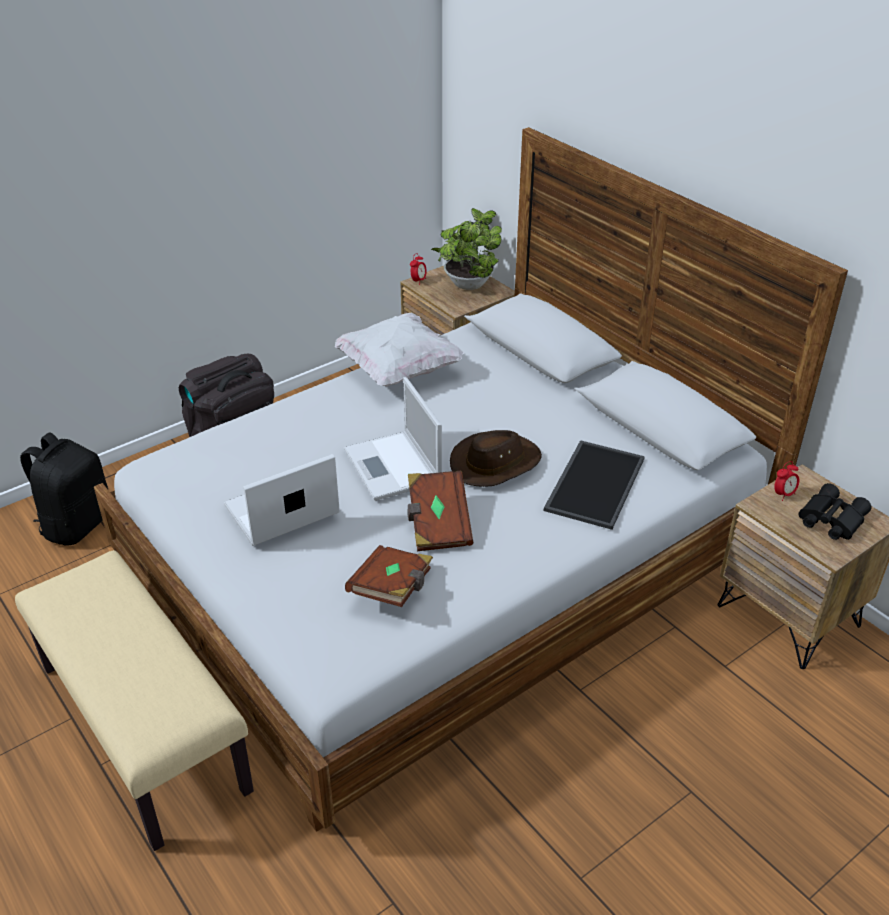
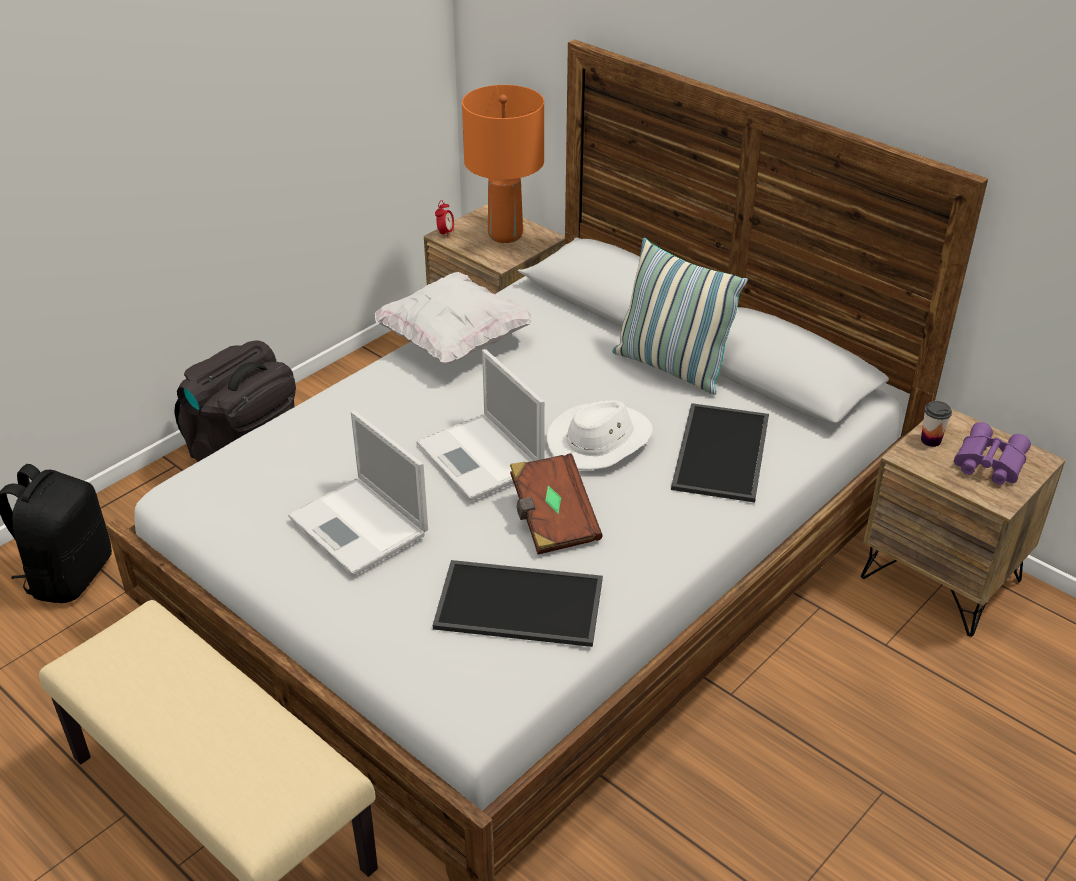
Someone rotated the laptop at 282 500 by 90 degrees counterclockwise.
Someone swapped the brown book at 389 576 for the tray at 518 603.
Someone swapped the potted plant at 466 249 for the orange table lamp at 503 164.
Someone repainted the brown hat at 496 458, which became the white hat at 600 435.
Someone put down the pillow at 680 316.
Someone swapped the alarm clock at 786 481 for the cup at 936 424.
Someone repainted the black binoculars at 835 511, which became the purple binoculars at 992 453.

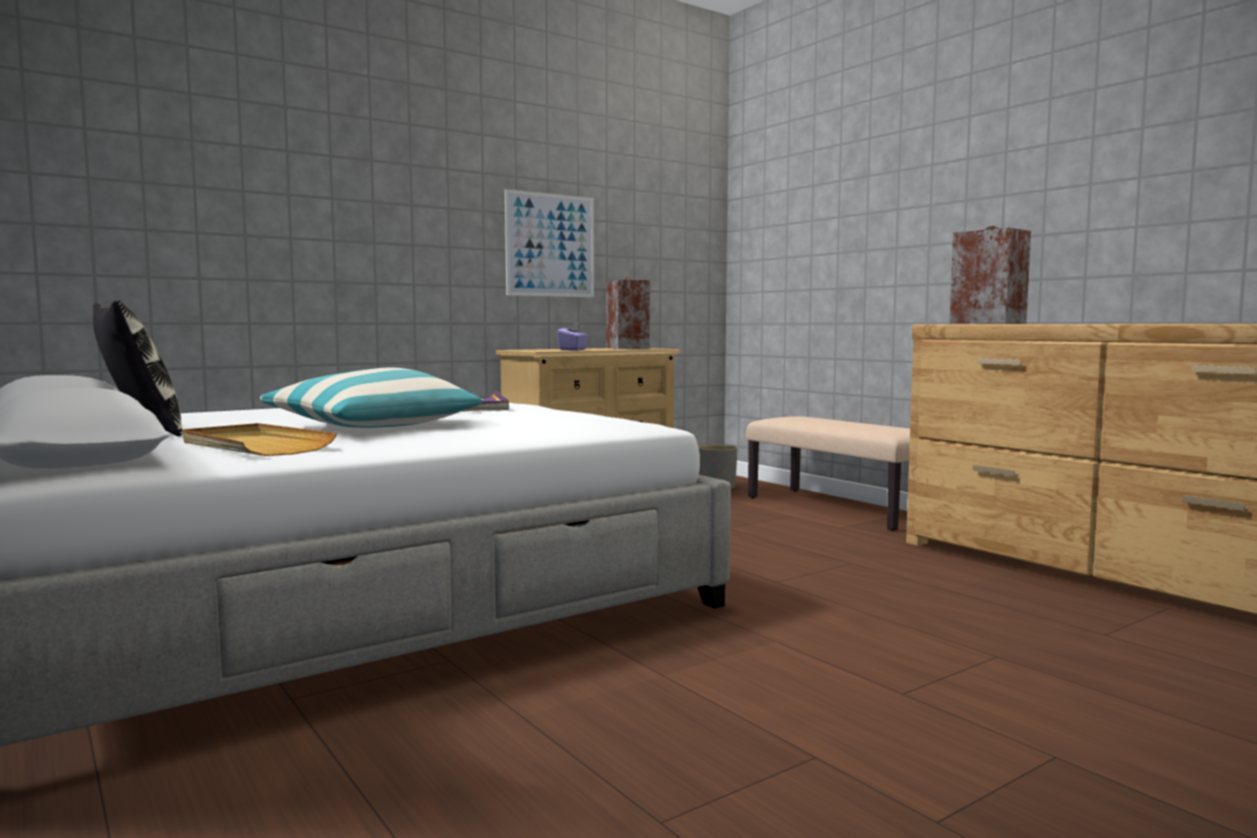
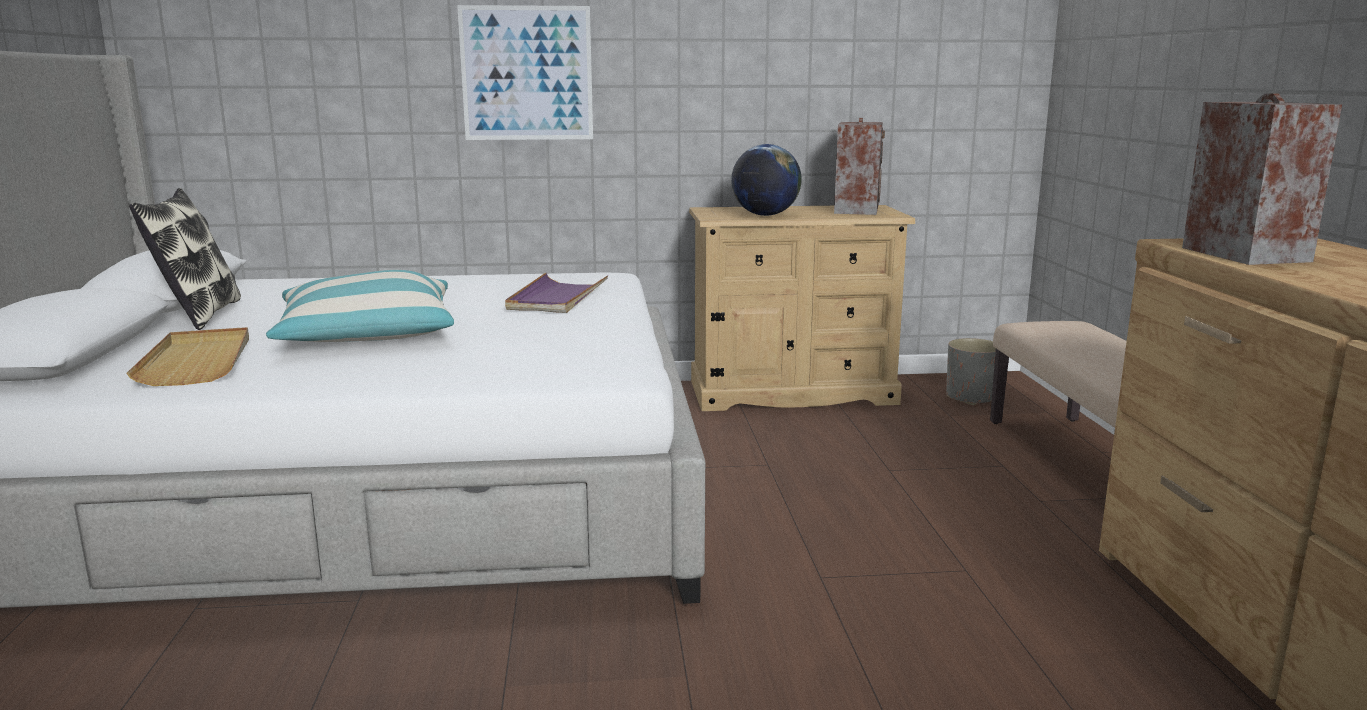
Someone carried the picture from 549 243 to 525 72.
Someone swapped the purple tissue box at 573 336 for the globe at 766 180.

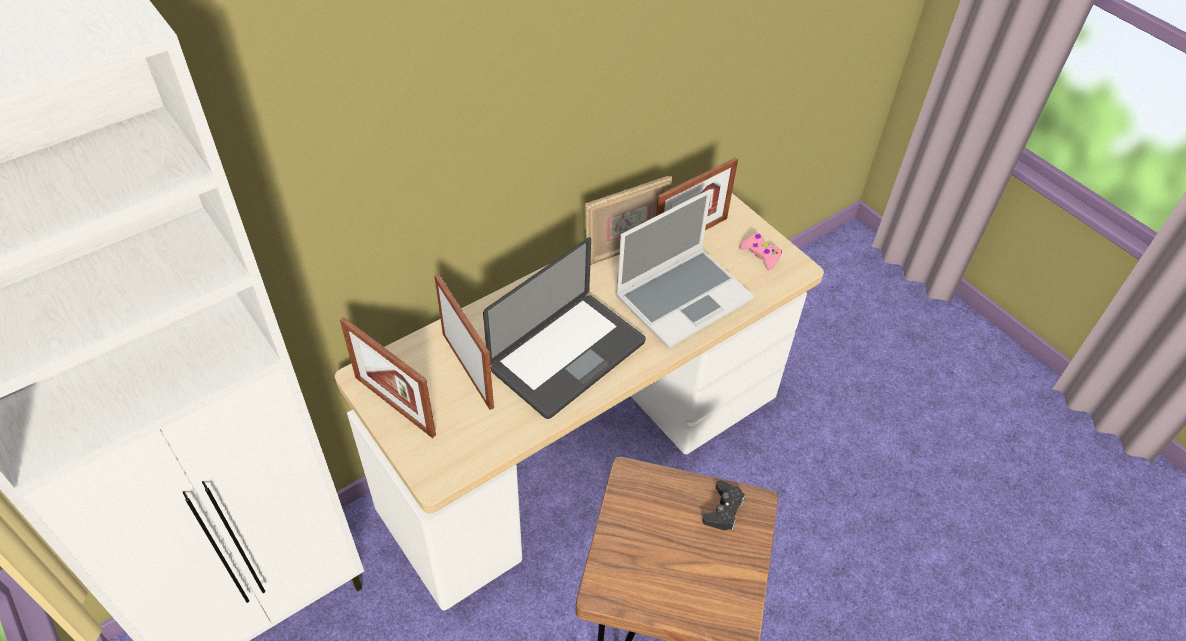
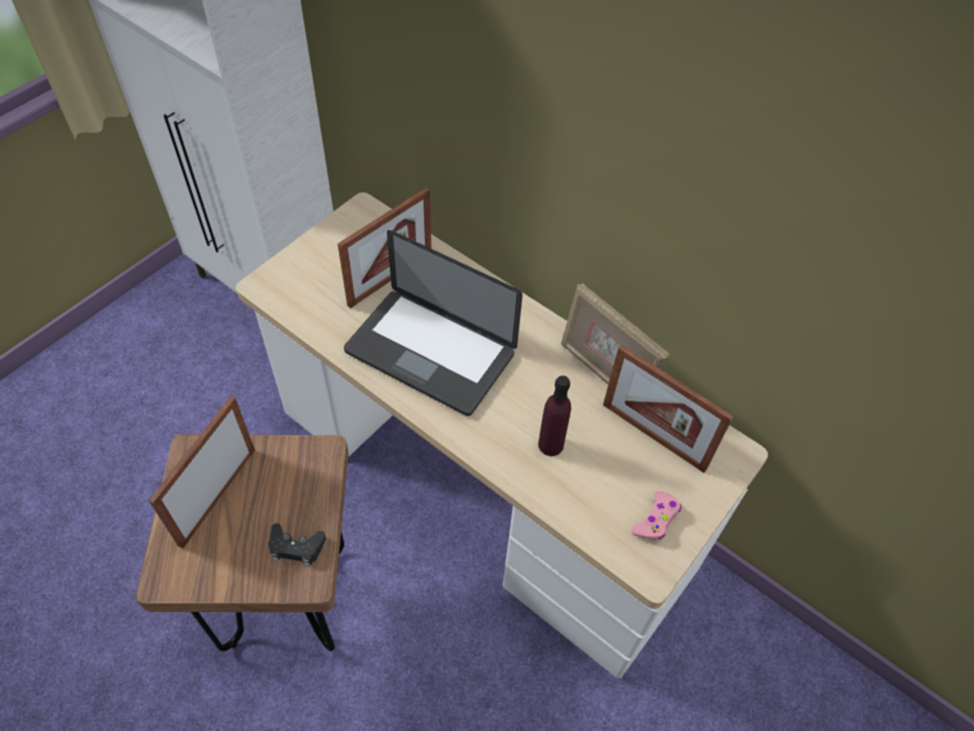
Someone carried the picture frame from 388 377 to 202 472.
Someone swapped the laptop at 685 269 for the purple bottle at 554 416.

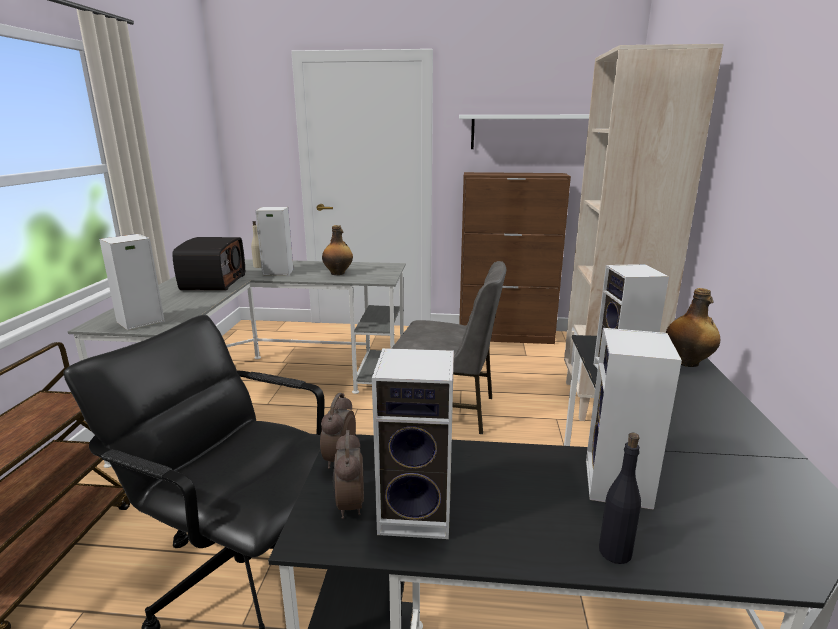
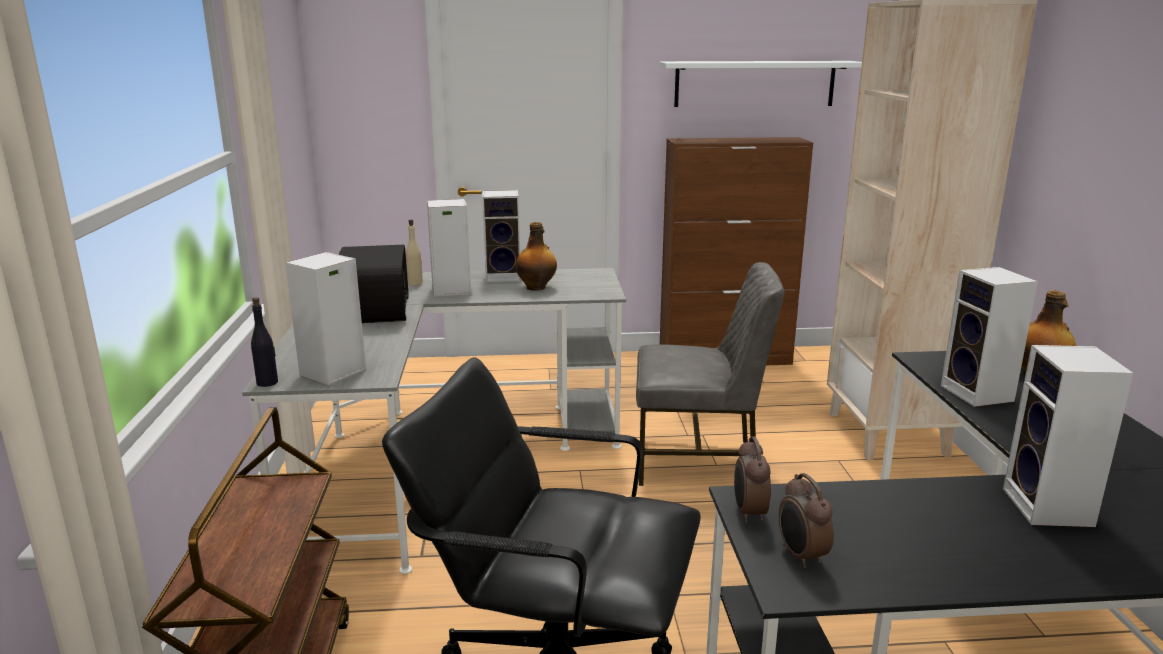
Someone carried the black bottle from 620 498 to 264 342.
Someone carried the speaker from 413 443 to 501 236.

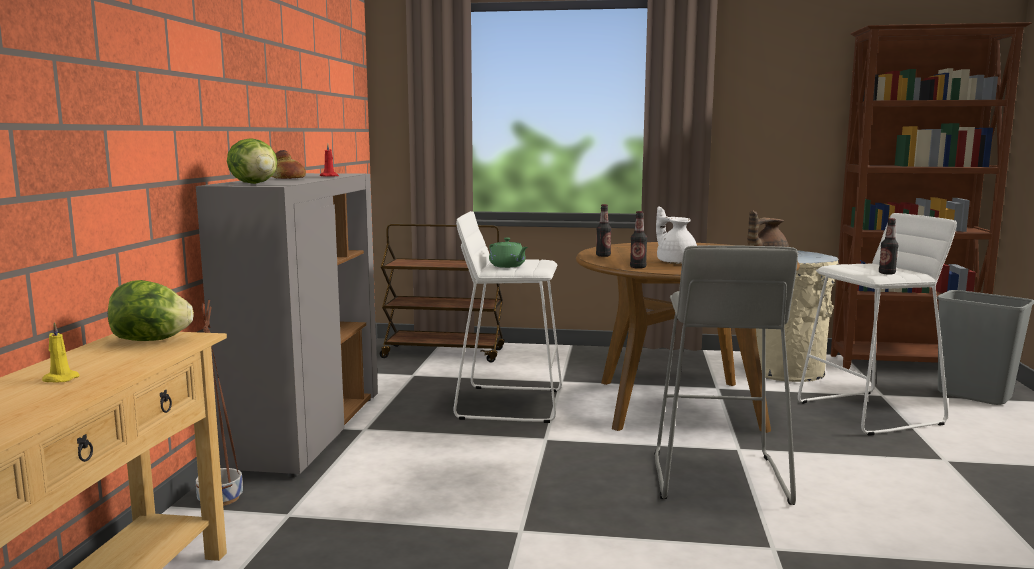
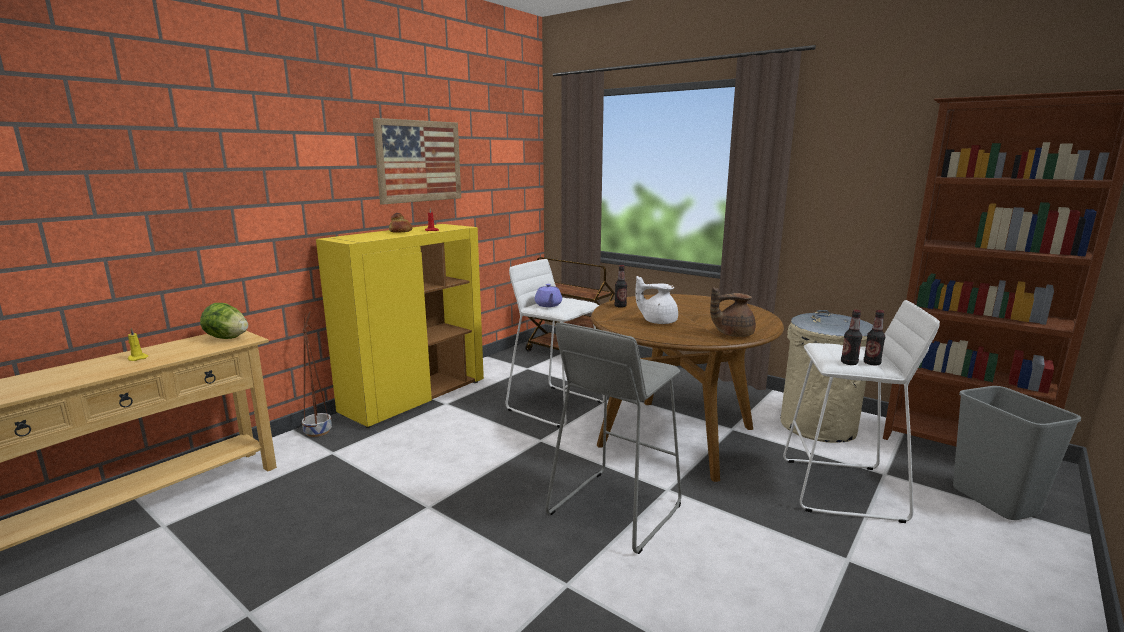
Someone repainted the grey cabinet at 287 325, which became the yellow cabinet at 400 326.
Someone put up the picture at 417 161.
Someone repainted the green teapot at 508 253, which became the purple teapot at 548 295.
Someone rotated the white teapot at 676 235 by 75 degrees counterclockwise.
Someone carried the bottle from 638 240 to 874 337.
Someone took away the lettuce at 252 161.

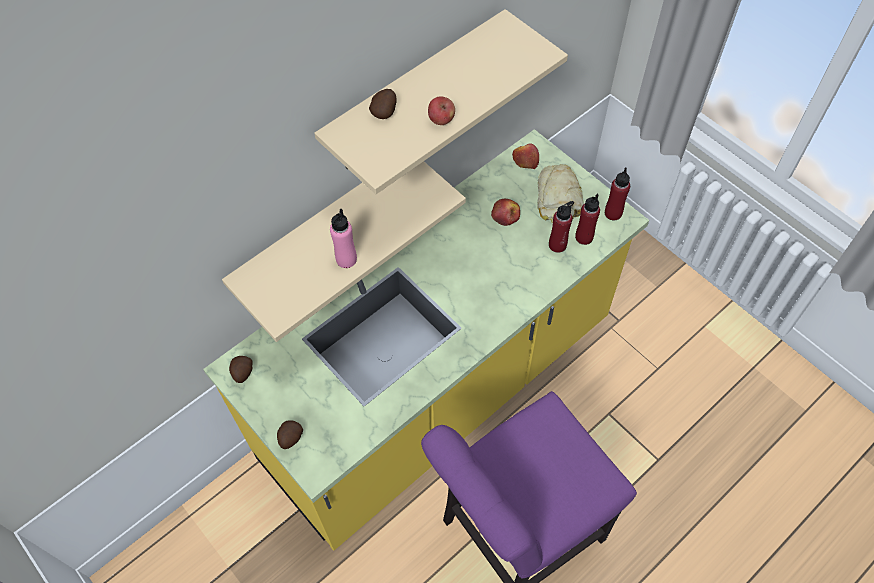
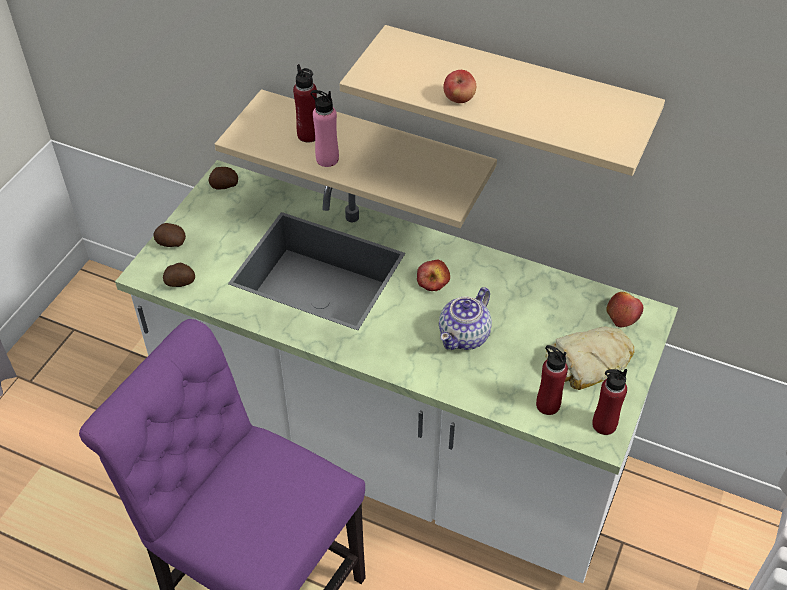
Someone repainted the yellow counter at 426 340, which became the white counter at 396 371.
Someone carried the potato from 383 104 to 179 275.
Someone carried the red bottle from 561 227 to 305 103.
Someone carried the apple from 505 212 to 433 275.
Someone put down the teapot at 465 318.

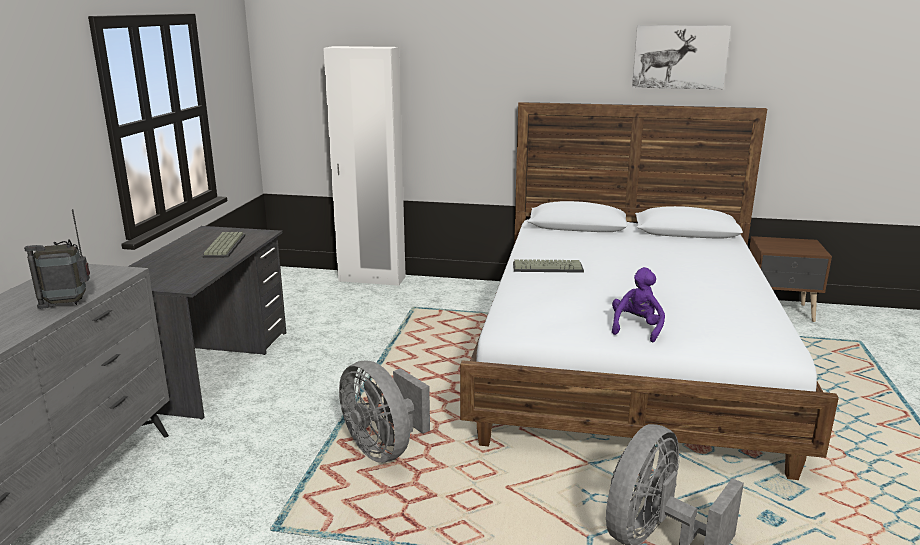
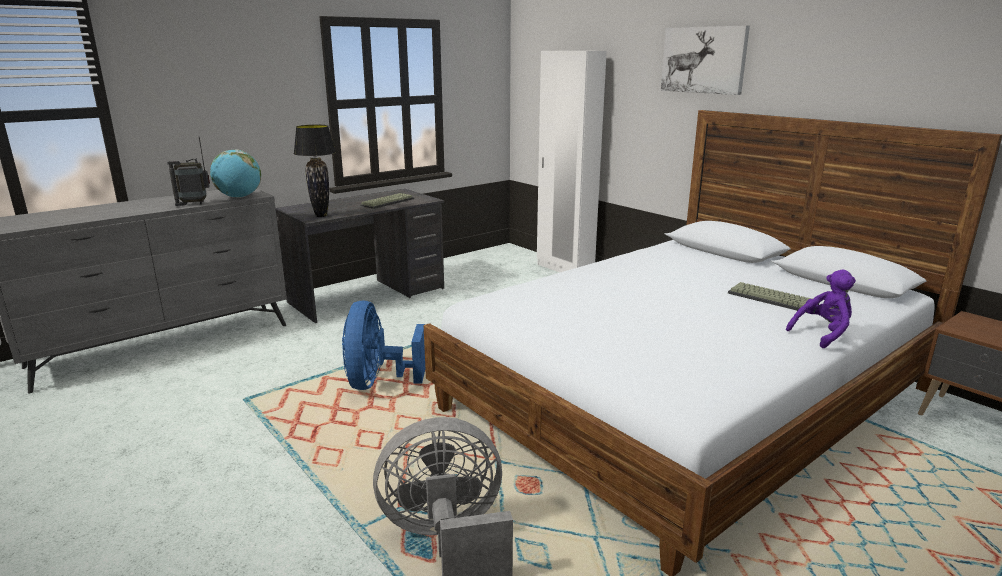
Someone rotated the radio at 57 259 by 45 degrees counterclockwise.
Someone put down the globe at 235 173.
Someone put down the black table lamp at 315 171.
Someone repainted the grey fan at 384 411, which became the blue fan at 383 345.
Someone carried the picture from 681 57 to 705 60.
Someone carried the keyboard from 548 266 to 773 297.
Someone carried the purple plush toy from 638 304 to 821 309.

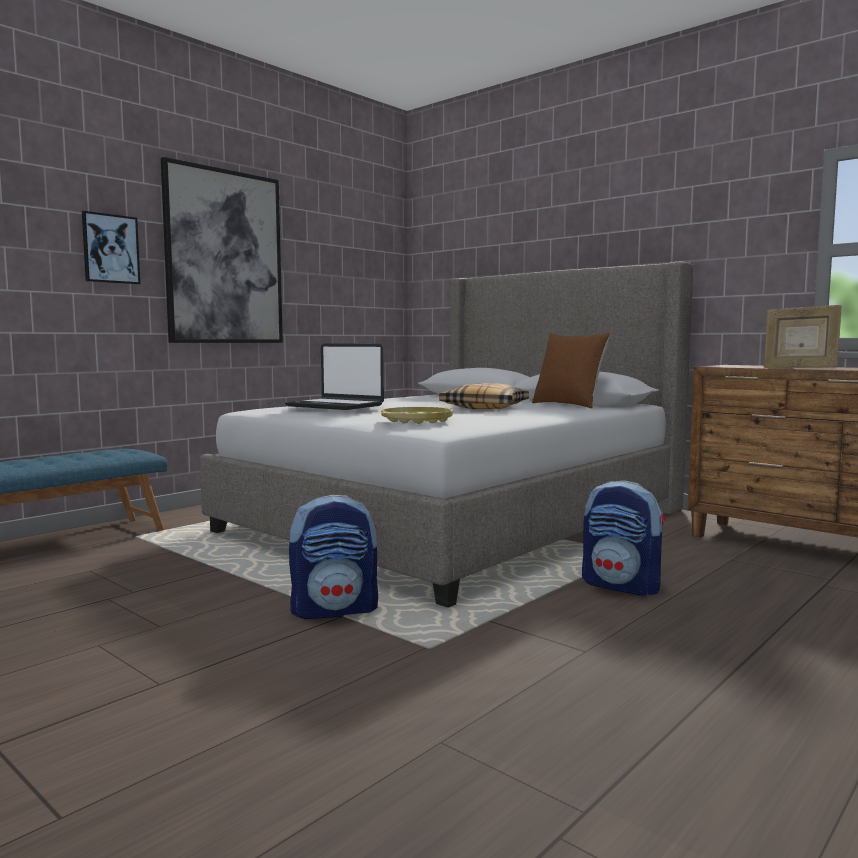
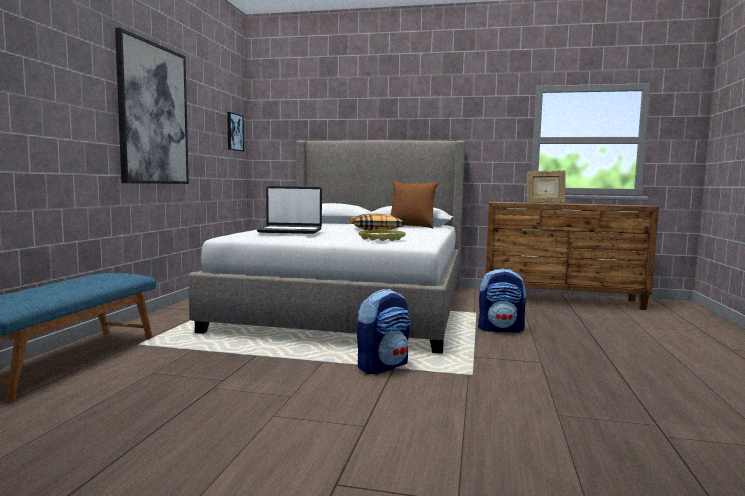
Someone carried the picture from 111 247 to 235 132.

